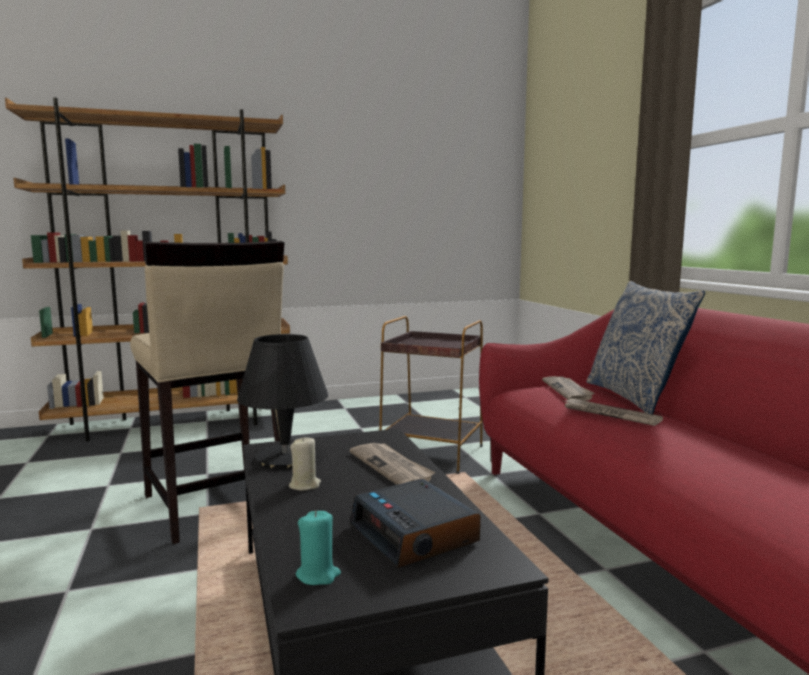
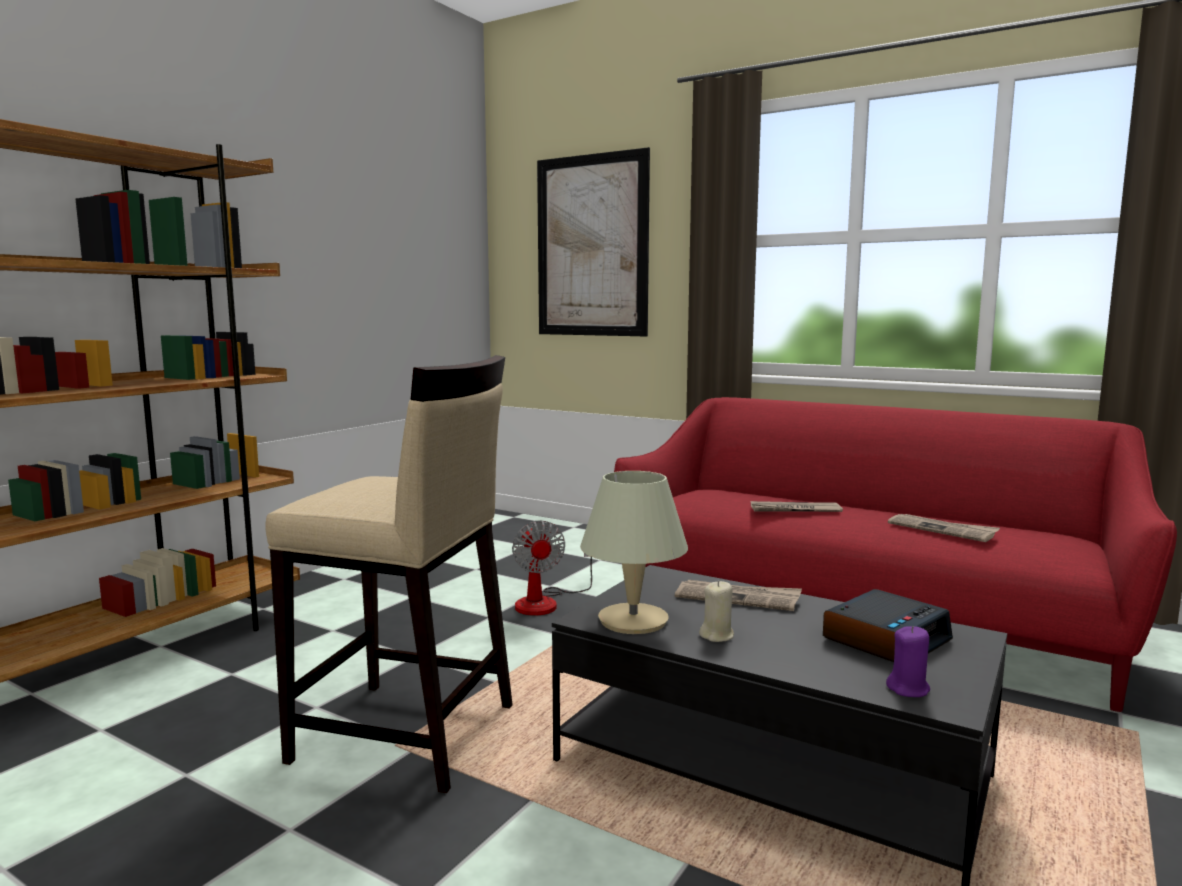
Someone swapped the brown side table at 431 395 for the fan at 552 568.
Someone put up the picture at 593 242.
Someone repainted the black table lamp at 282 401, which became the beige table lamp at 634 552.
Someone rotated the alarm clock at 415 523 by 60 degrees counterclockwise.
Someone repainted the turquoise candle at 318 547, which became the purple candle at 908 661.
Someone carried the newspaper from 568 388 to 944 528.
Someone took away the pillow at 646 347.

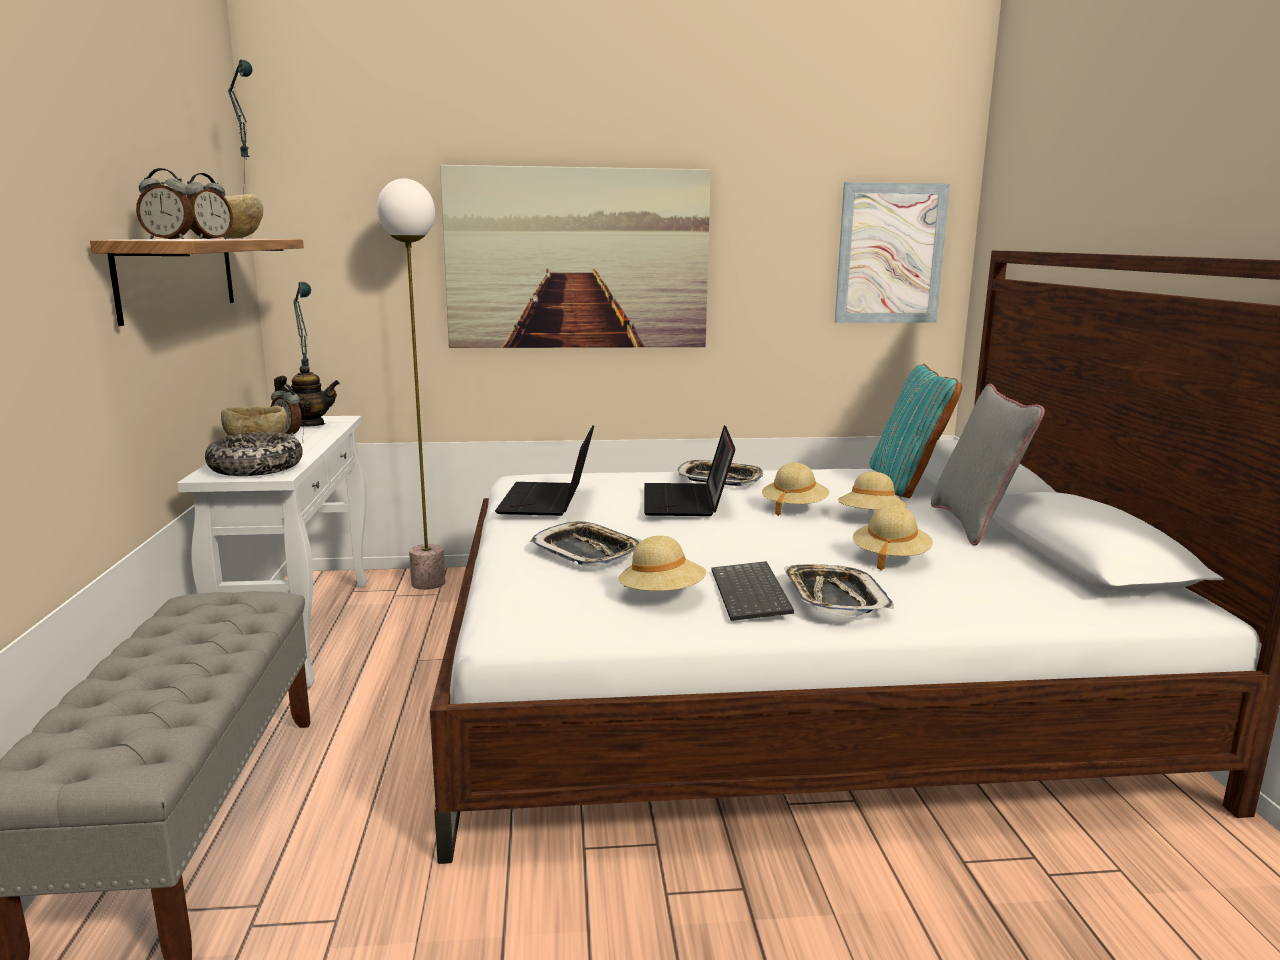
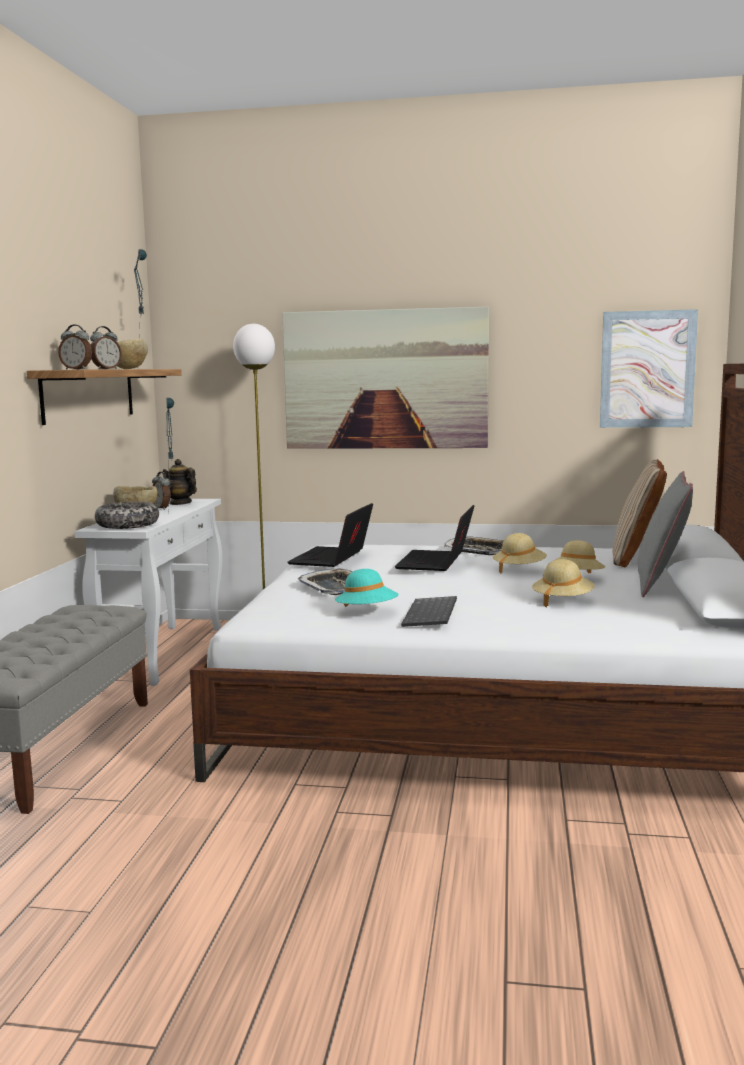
Someone rotated the teapot at 306 396 by 150 degrees counterclockwise.
Someone repainted the beige hat at 662 563, which became the turquoise hat at 367 588.
Someone repainted the turquoise pillow at 916 431, which became the beige pillow at 639 513.
Someone took away the tray at 838 590.

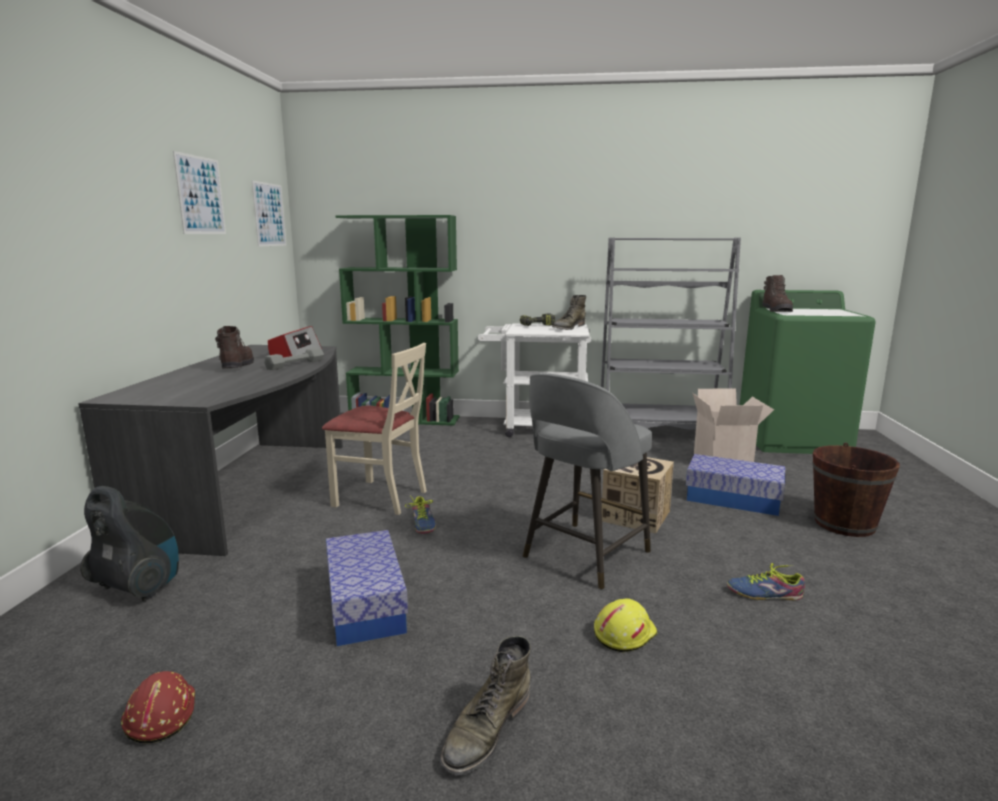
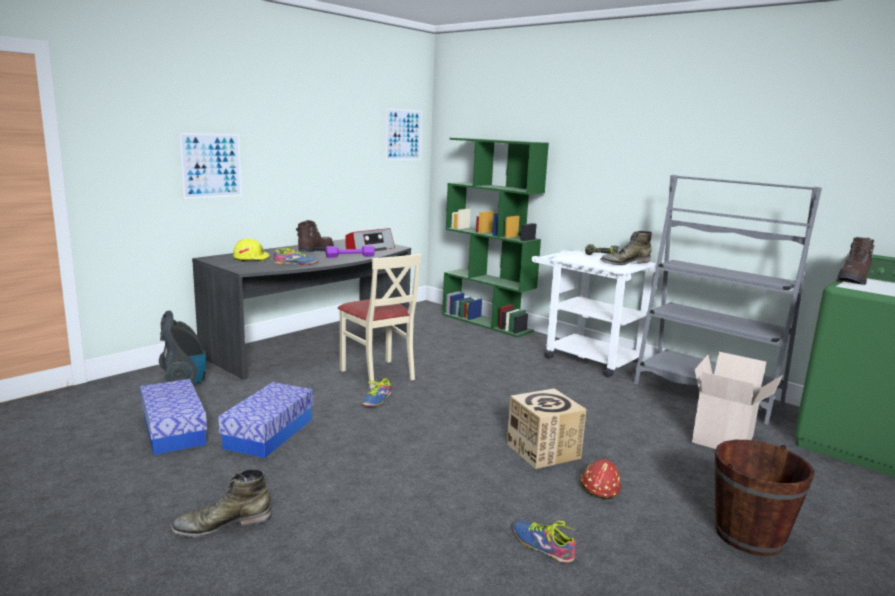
Someone carried the storage box from 735 485 to 173 417.
Someone carried the picture from 199 192 to 210 165.
Someone carried the yellow hard hat from 626 625 to 251 250.
Someone put down the shoe at 296 256.
Someone repainted the grey dumbbell at 294 358, which became the purple dumbbell at 350 252.
Someone carried the red hard hat from 158 707 to 600 479.
Someone took away the grey stool at 587 481.

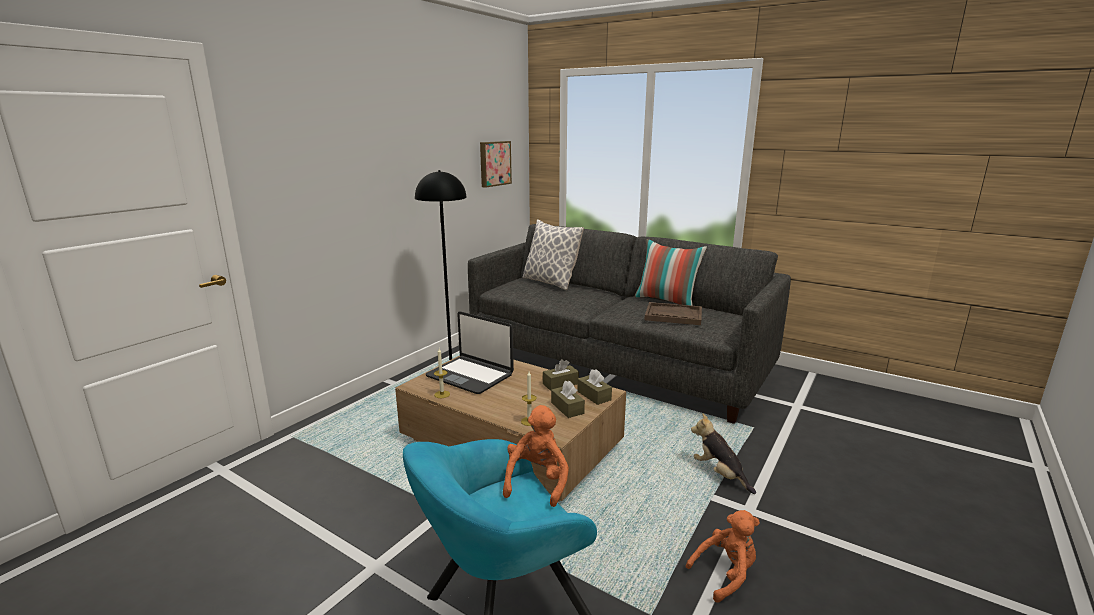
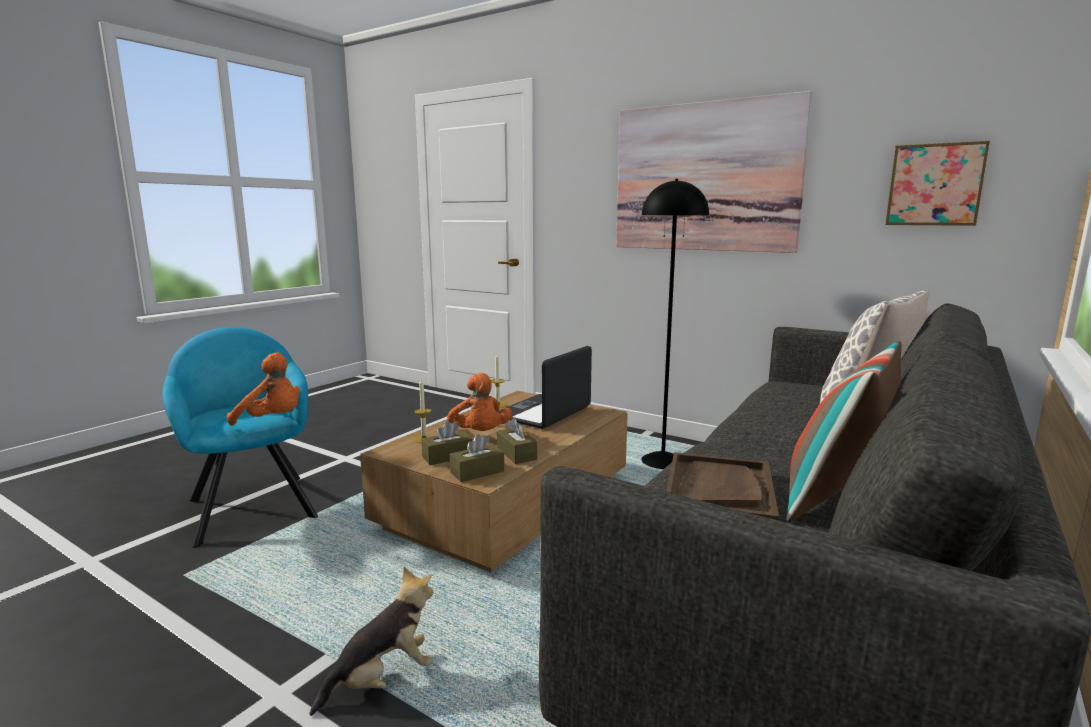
Someone carried the orange plush toy from 723 556 to 479 402.
Someone put up the picture at 714 172.

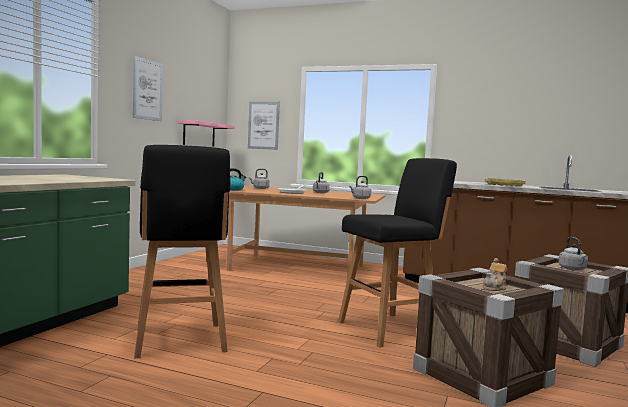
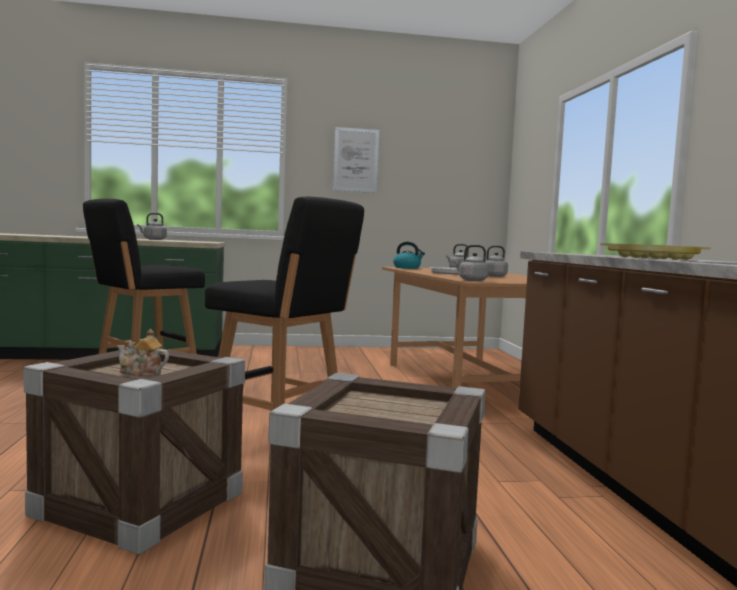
Someone carried the grey kettle from 573 254 to 152 226.
Someone took away the pink shelf at 206 133.
Someone took away the picture at 264 126.

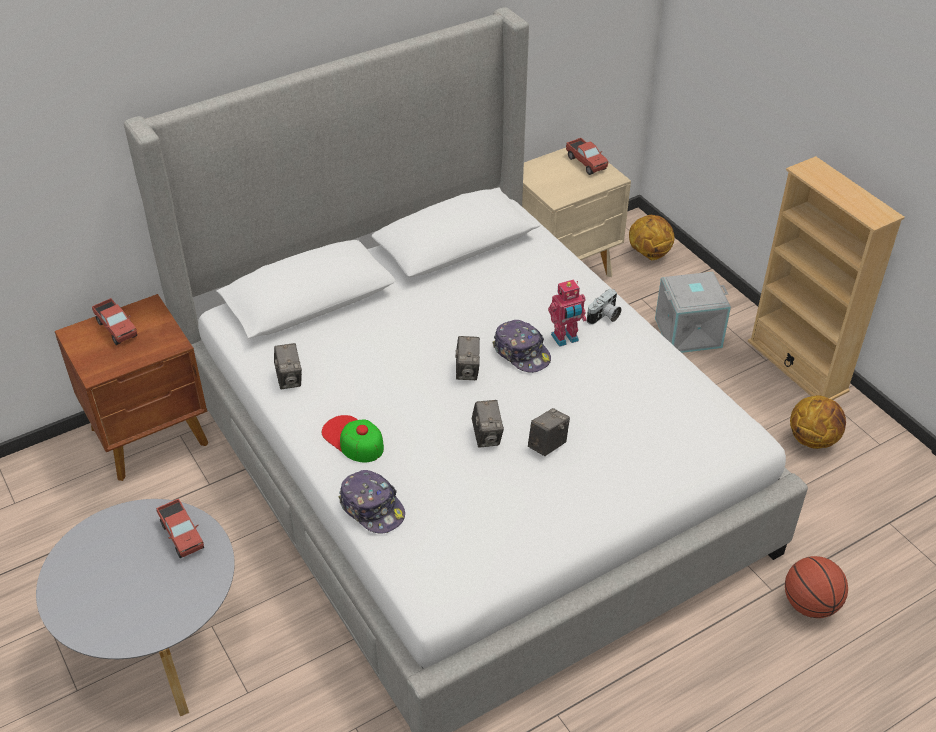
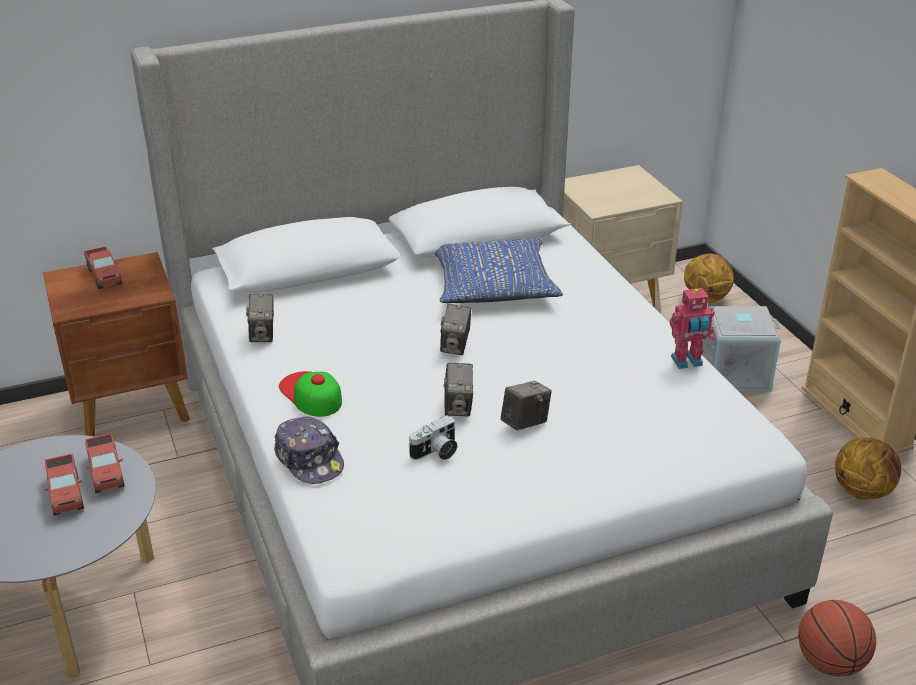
Someone carried the toy truck from 587 156 to 64 485.
Someone carried the photo camera from 604 307 to 432 437.
Someone put down the blue pillow at 499 270.
Someone carried the toy robot from 567 313 to 692 328.
Someone took away the cap at 521 346.

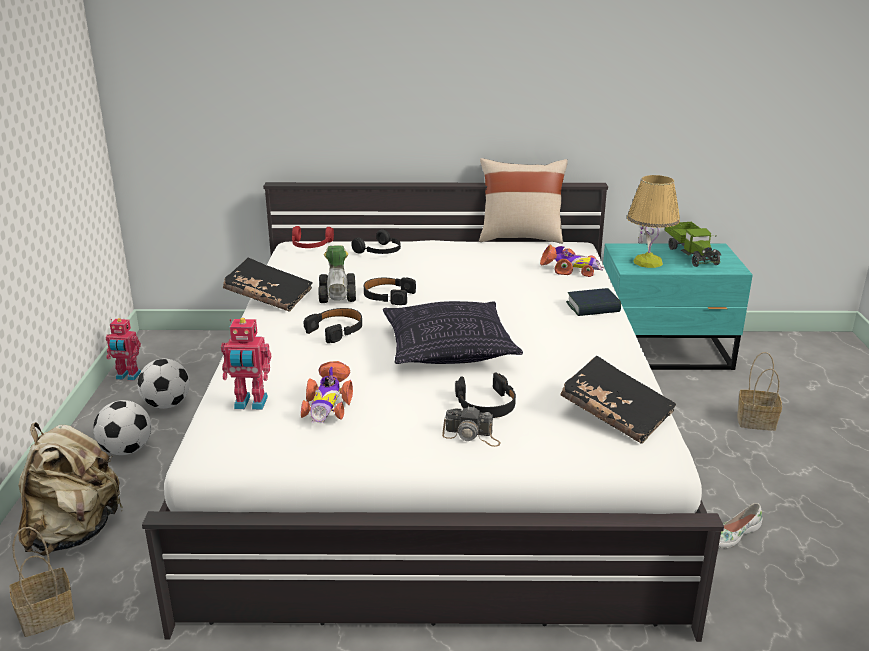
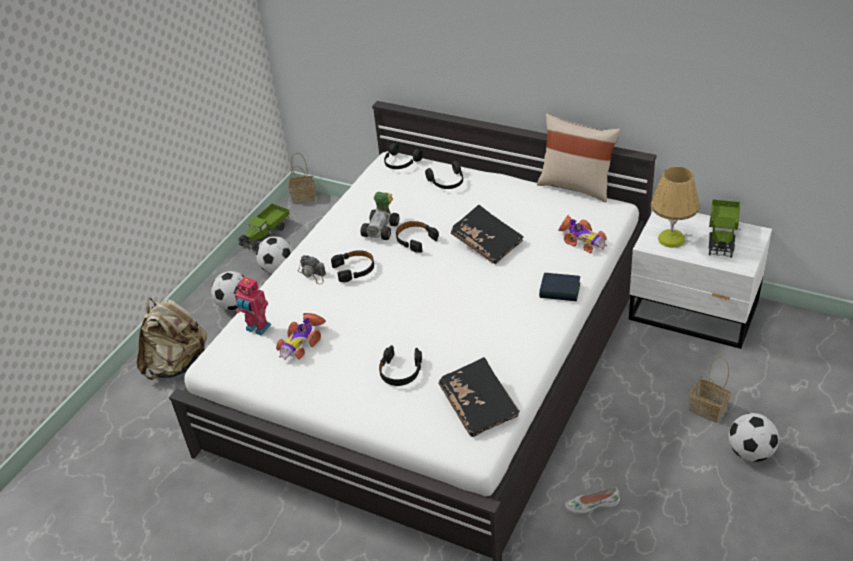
Someone swapped the toy robot at 123 349 for the toy truck at 264 227.
Someone carried the basket from 42 582 to 302 178.
Someone carried the photo camera from 471 426 to 312 269.
Someone repainted the red headphones at 313 237, which became the black headphones at 403 156.
Someone carried the black book from 268 285 to 487 234.
Someone repainted the turquoise nightstand at 678 306, which became the white nightstand at 700 280.
Someone put down the football at 754 437.
Someone took away the pillow at 453 332.

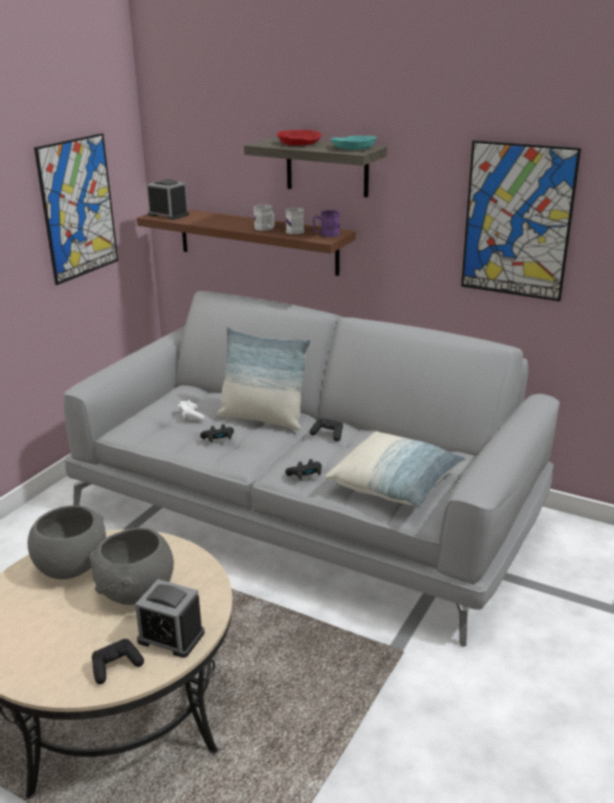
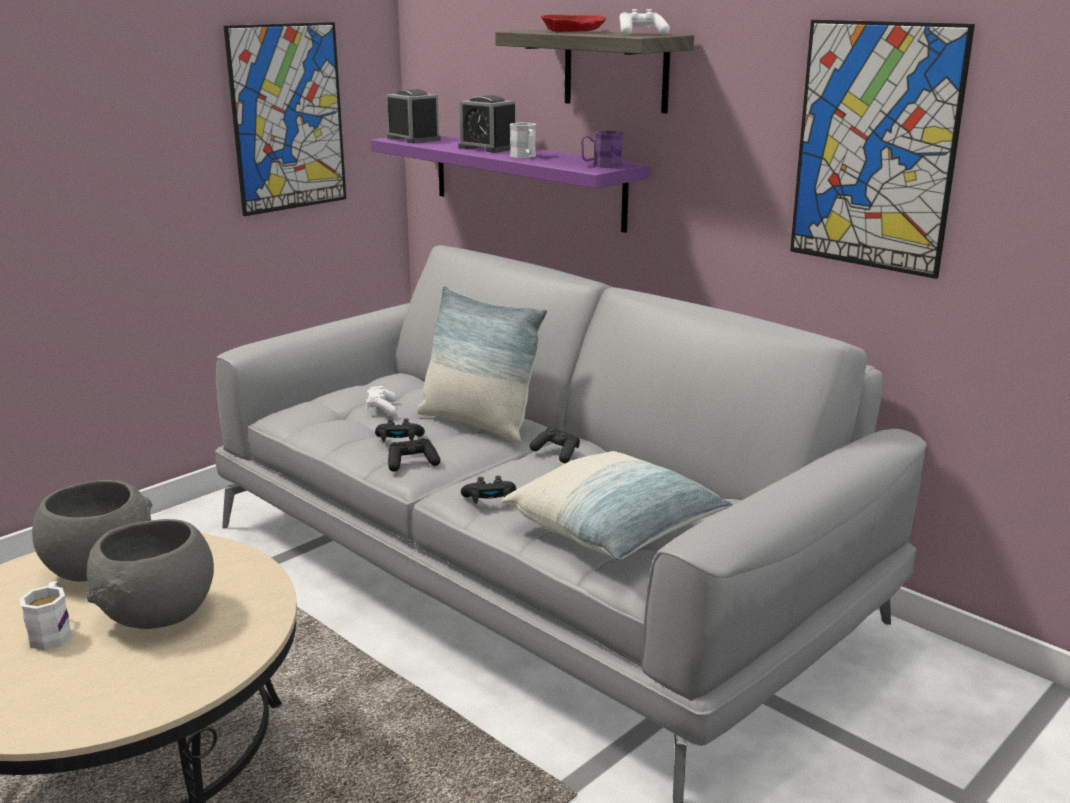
Someone carried the white mug from 295 221 to 46 615.
Someone repainted the brown shelf at 246 242, which became the purple shelf at 510 184.
Someone carried the black game controller from 118 661 to 414 455.
Someone carried the alarm clock from 170 618 to 486 124.
Someone swapped the turquoise bowl at 353 143 for the white game controller at 645 22.

